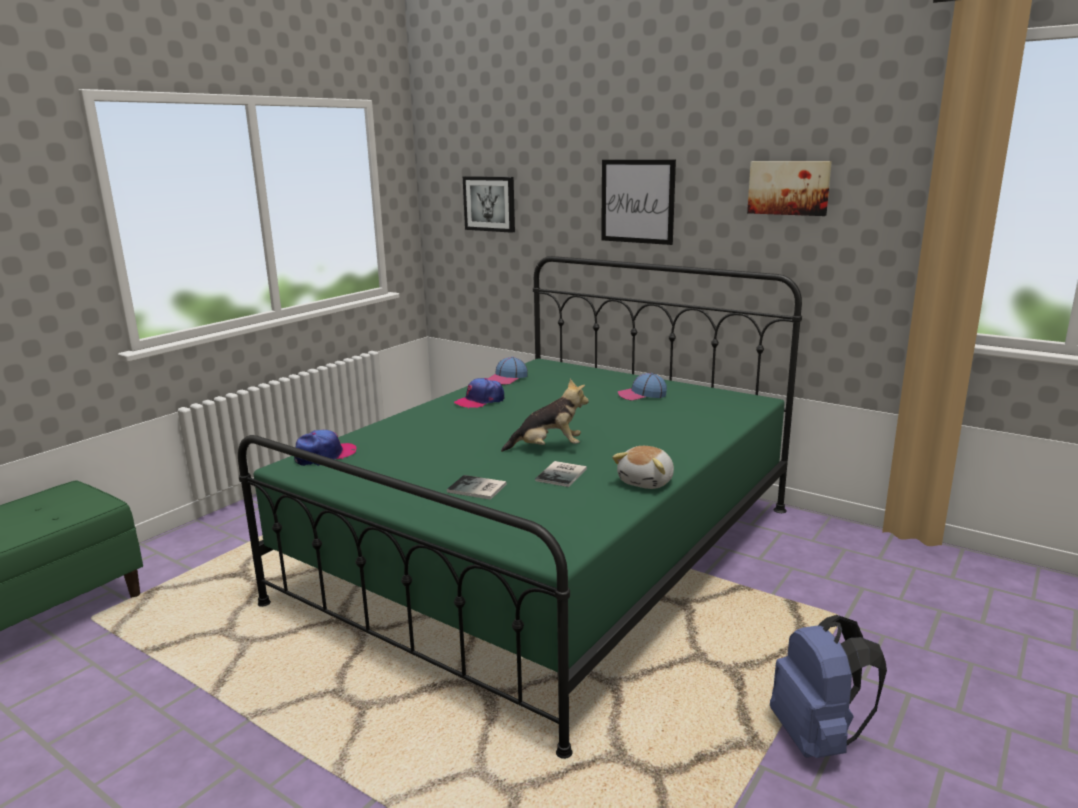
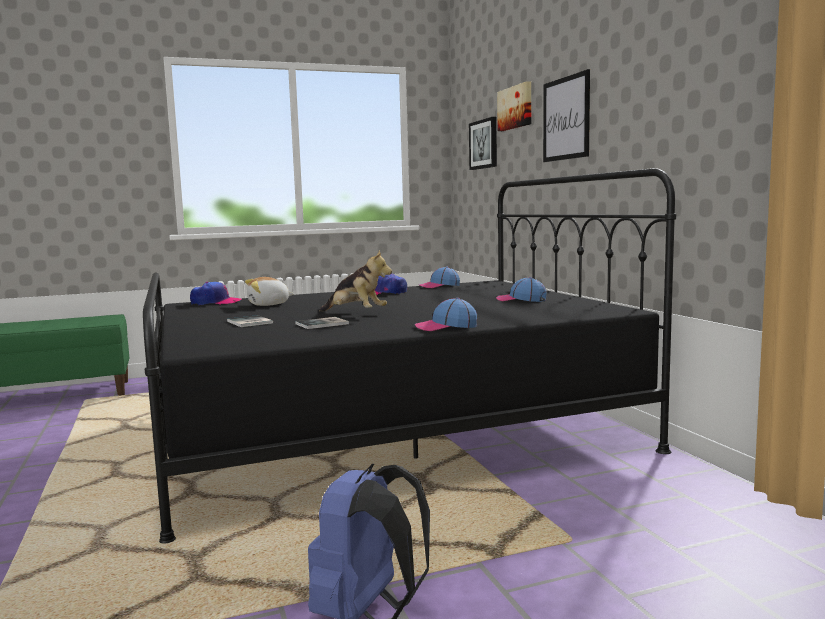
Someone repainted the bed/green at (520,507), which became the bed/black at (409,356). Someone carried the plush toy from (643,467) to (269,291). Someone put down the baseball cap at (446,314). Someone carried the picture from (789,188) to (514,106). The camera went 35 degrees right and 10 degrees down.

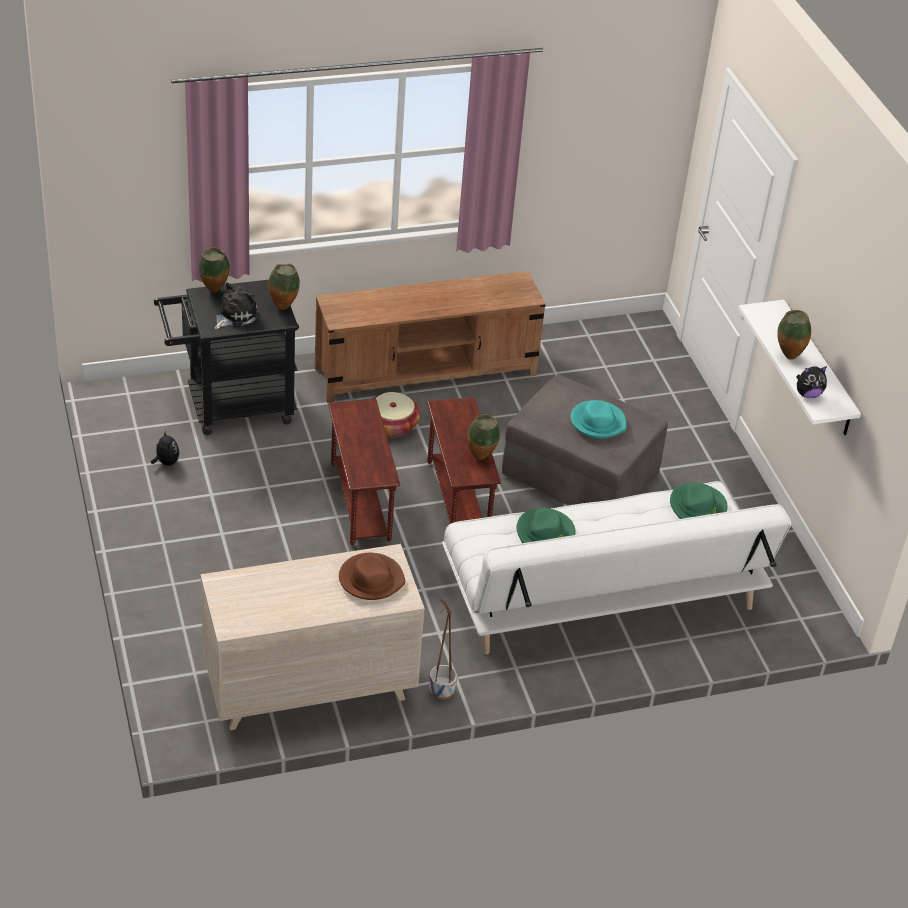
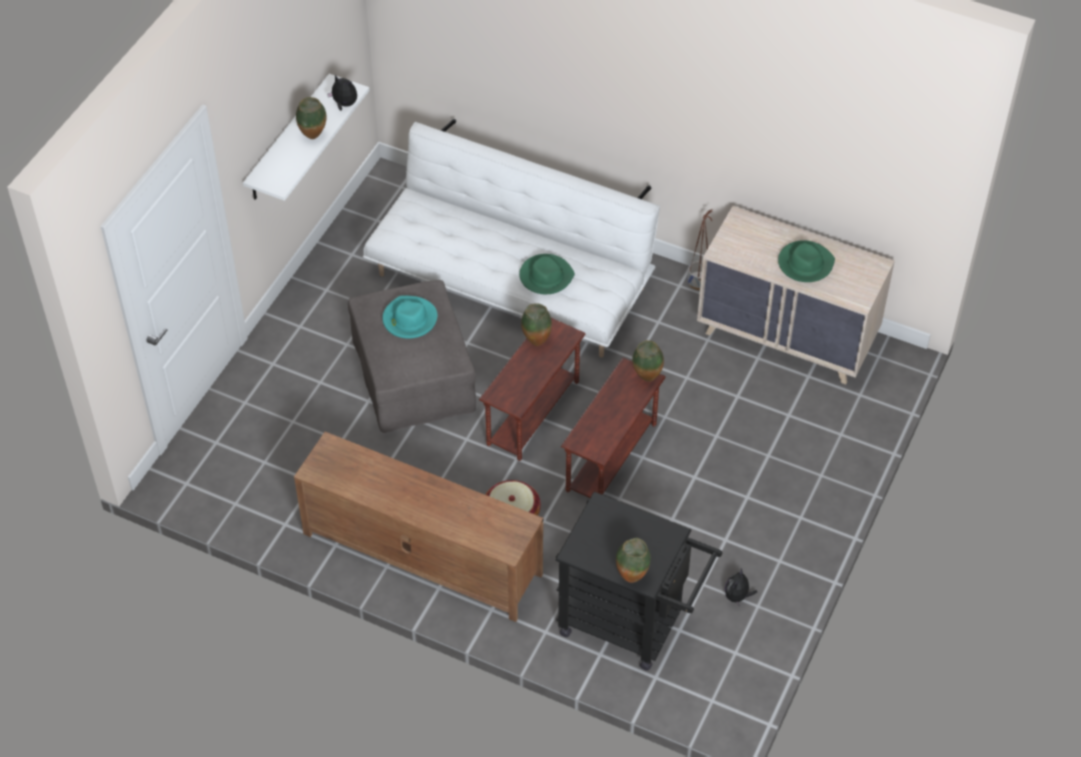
Someone carried the vase from (284,286) to (648,361). Someone carried the hat/green from (699,500) to (806,261). Someone took away the plush toy at (237,306). Someone took away the hat/brown at (372,576). The camera went 135 degrees left and 10 degrees up.

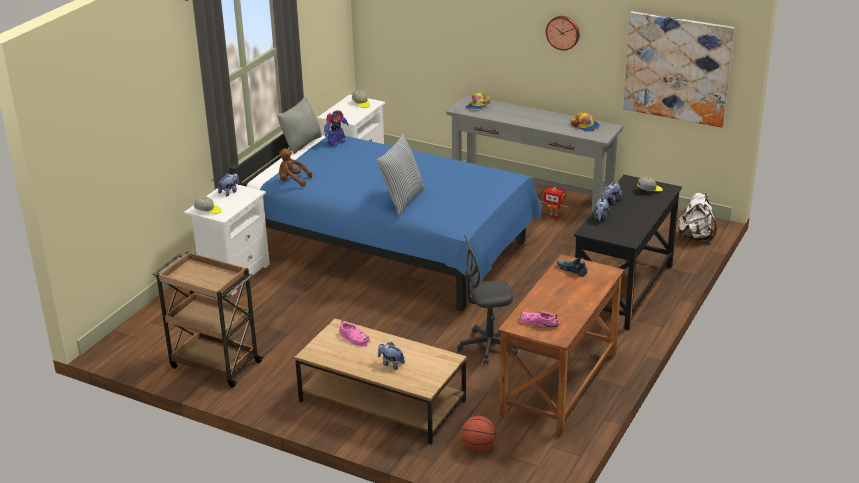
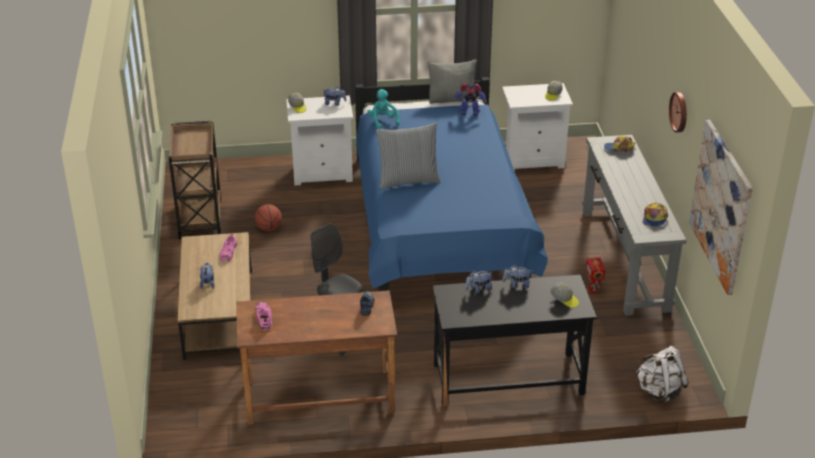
Someone carried the basketball from (478,433) to (268,217). Someone repainted the plush toy/brown at (295,167), which became the plush toy/blue-green at (383,109). The camera went 55 degrees right and 5 degrees up.

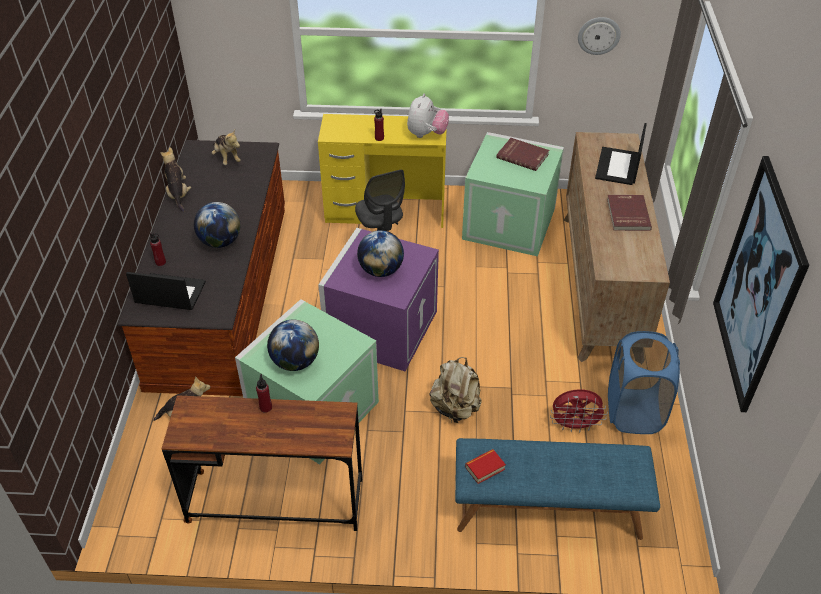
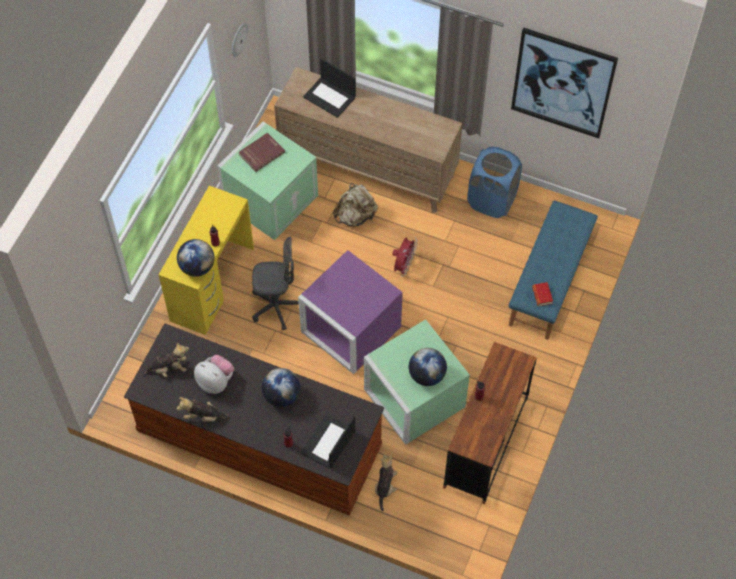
Someone carried the world globe from (380,253) to (195,258). Someone carried the plush toy from (428,116) to (214,374). Someone carried the rucksack/beige from (456,390) to (355,204). Someone carried the cooling fan/red-coloured from (579,411) to (405,257). Someone took away the book/red-coloured at (629,213). The camera went 70 degrees left and 15 degrees up.

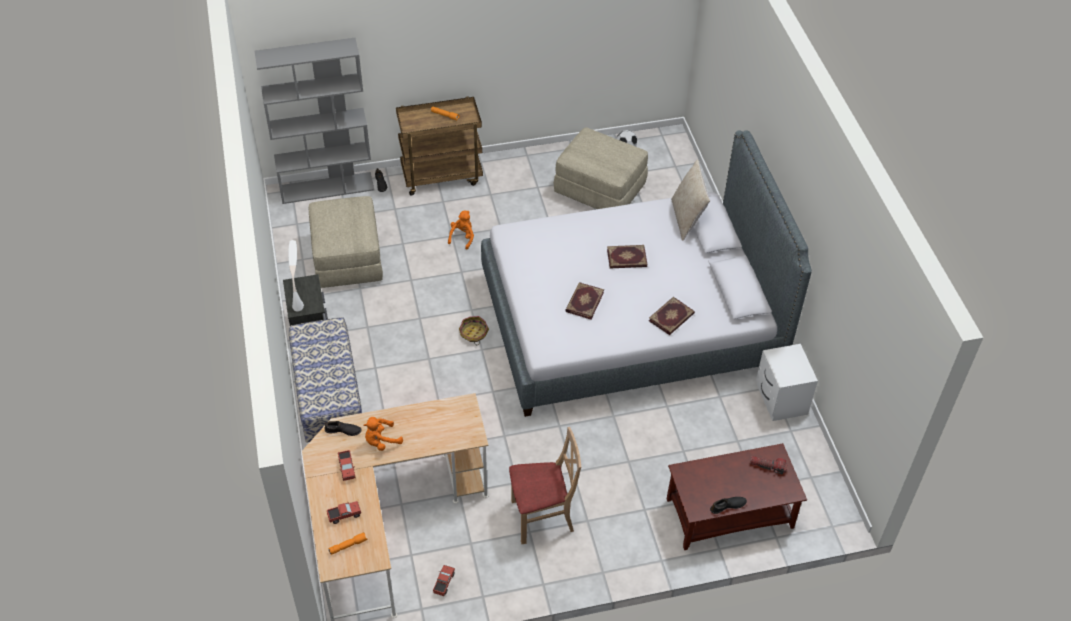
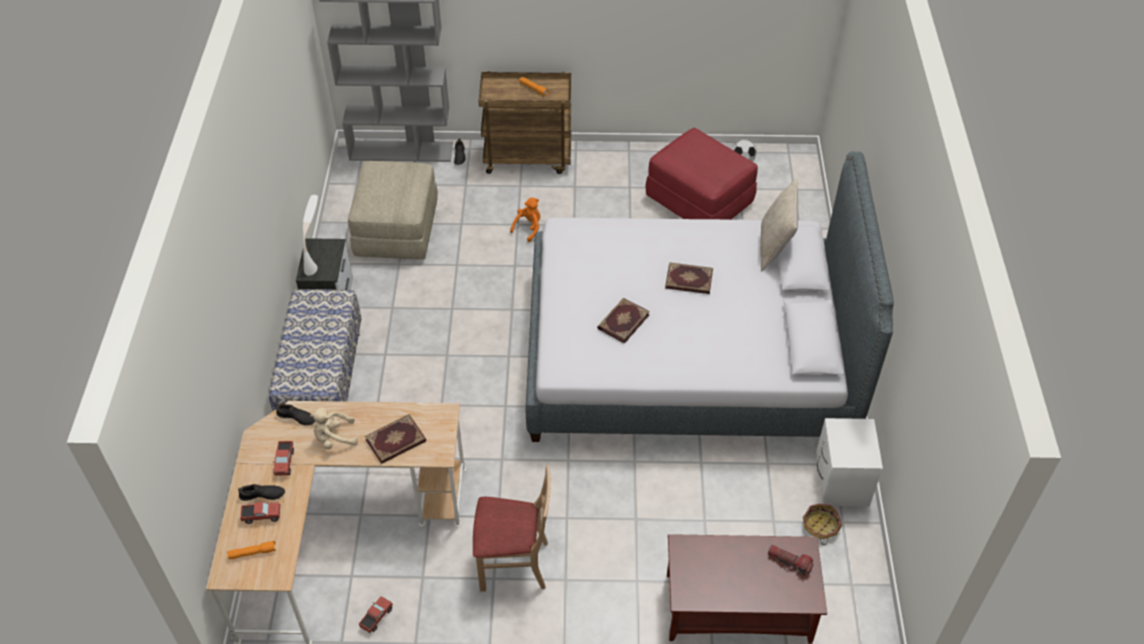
Someone carried the low shoe/black from (728,505) to (261,492). Someone repainted the plush toy/orange at (383,434), which became the plush toy/beige at (334,428). Someone carried the book from (672,316) to (395,439). Someone repainted the pouffe/beige at (601,168), which became the pouffe/red-coloured at (701,174). Someone carried the household basket from (474,330) to (822,524). The camera went 15 degrees right and 0 degrees up.

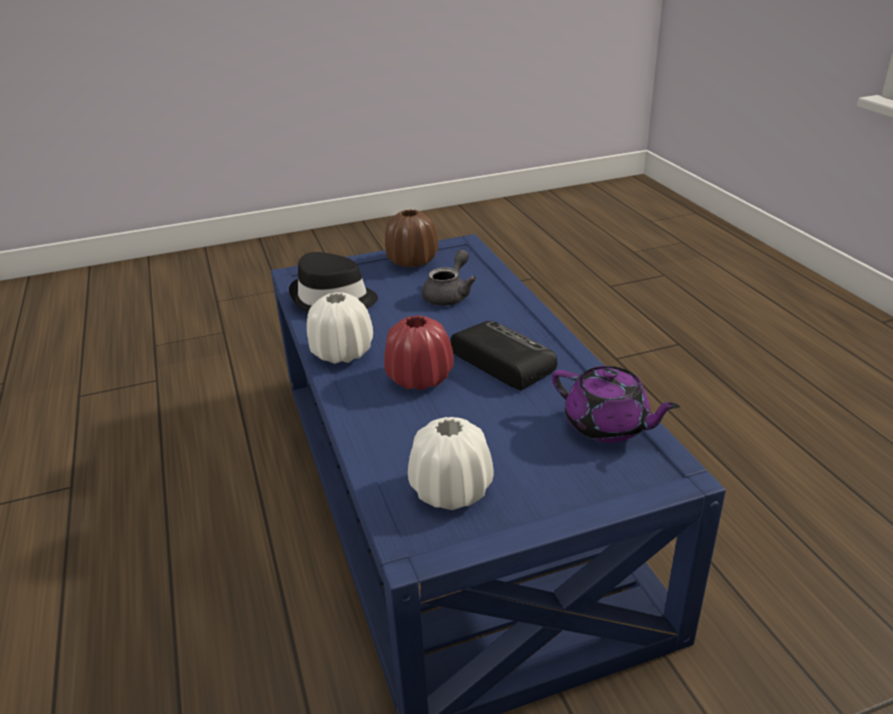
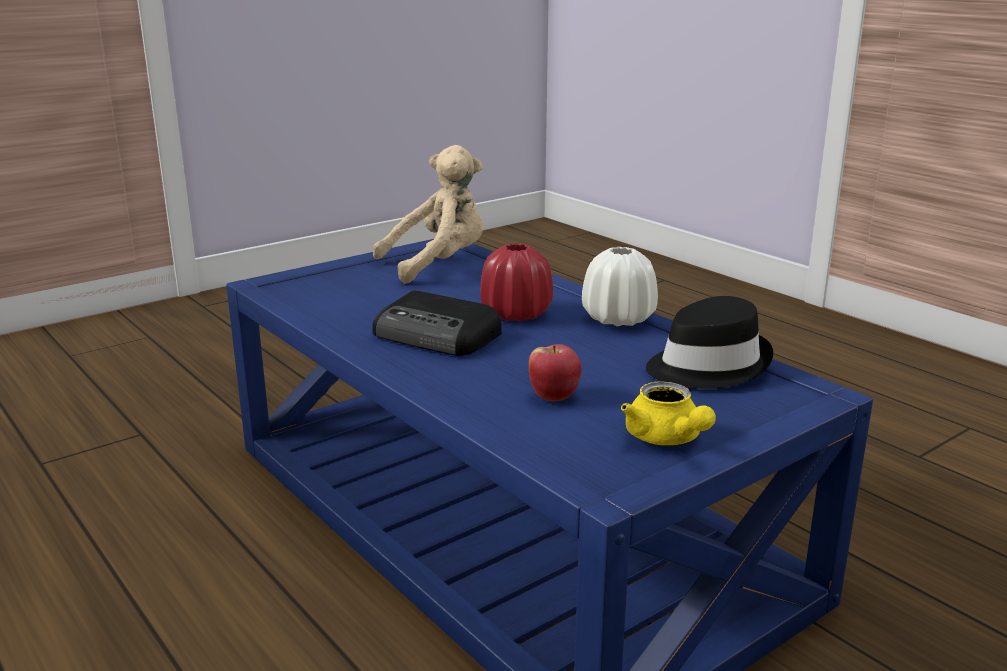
Someone swapped the vase/whitish at (450,463) for the plush toy/beige at (428,214). Someone swapped the teapot/gray at (449,278) for the apple fruit at (555,372). Someone swapped the vase/brown at (411,238) for the teapot/yellowish at (668,413). Someone took away the teapot/purple-coloured at (616,404). The camera went 160 degrees right and 10 degrees down.

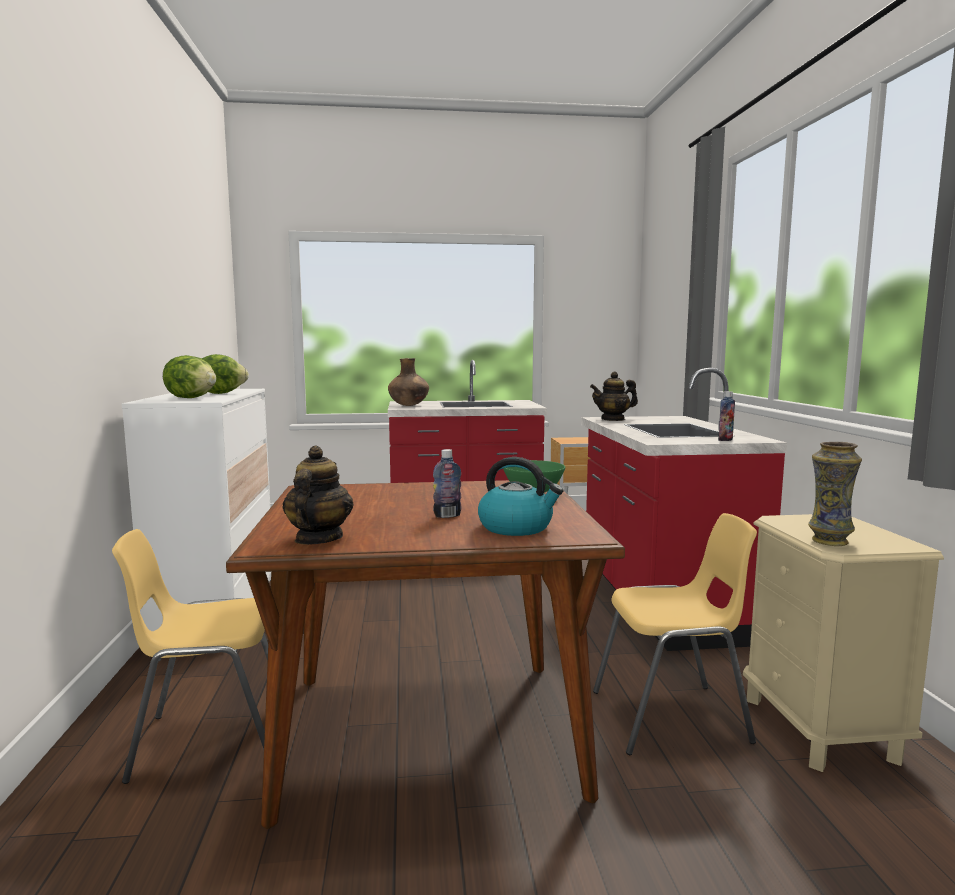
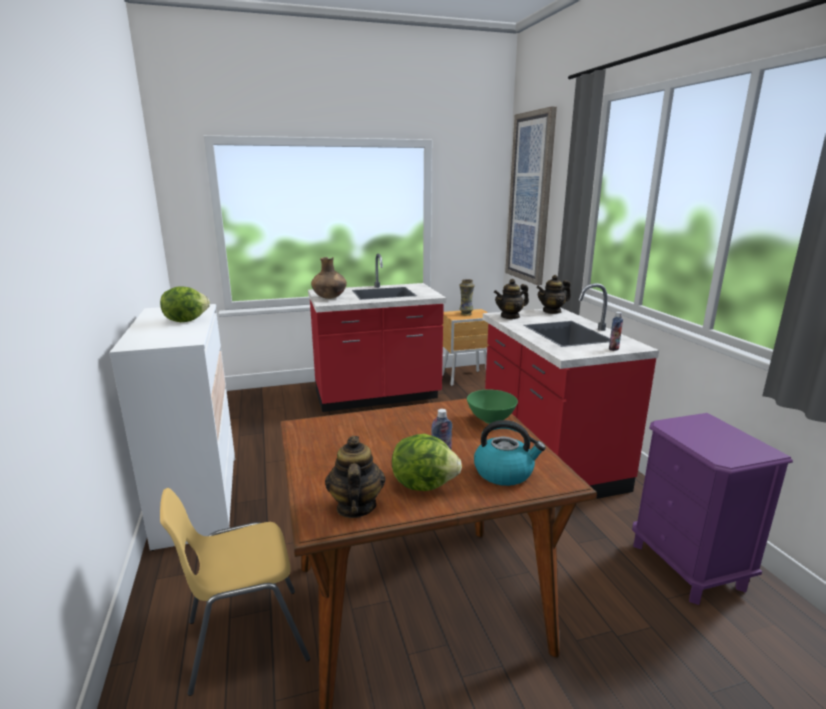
Someone carried the lettuce from (189,376) to (427,462). Someone carried the vase from (835,494) to (467,297). Someone put up the picture at (531,195). Someone put down the teapot at (553,294). Someone repainted the nightstand/beige at (843,643), which became the nightstand/purple-coloured at (712,509). Someone took away the chair/yellowish at (675,634). The camera went 10 degrees left and 10 degrees up.

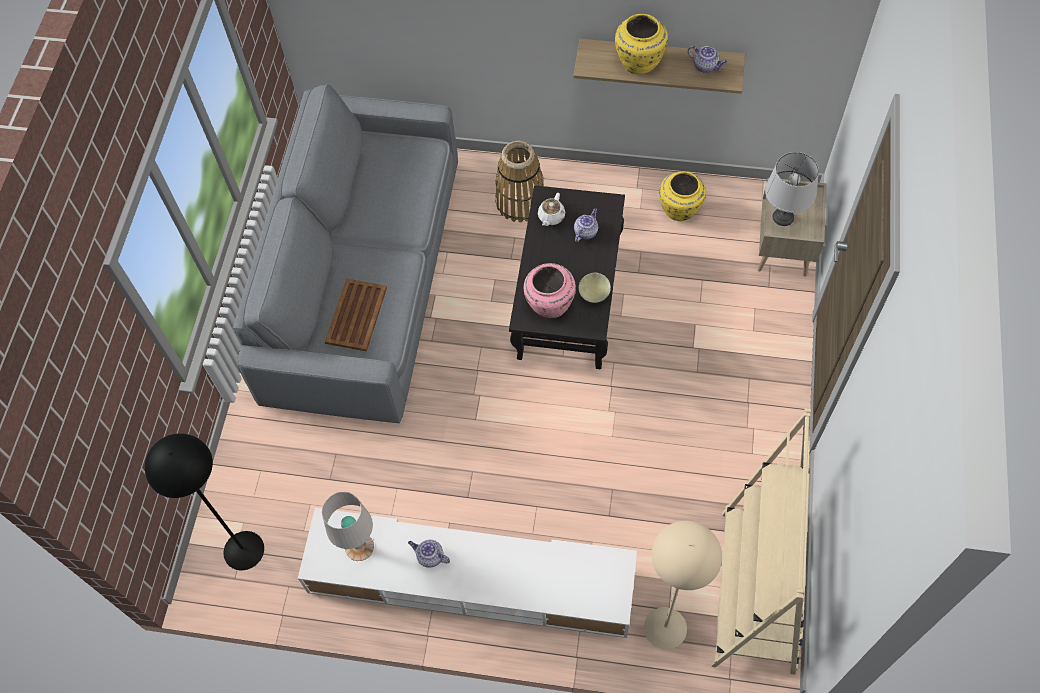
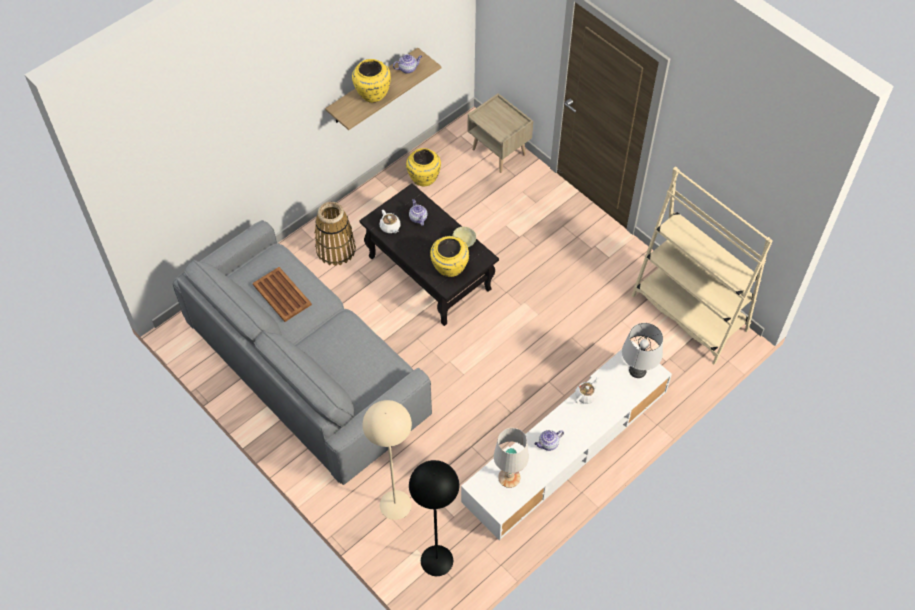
Someone carried the serving tray/brown from (356,315) to (282,294). Someone carried the standard lamp/beige from (683,585) to (387,460). Someone repainted the vase/pink-coloured at (550,290), which became the vase/yellowish at (449,256). Someone put down the teapot/whitish at (587,390). Someone carried the table lamp/gray from (792,189) to (642,350). The camera went 55 degrees left and 5 degrees down.

